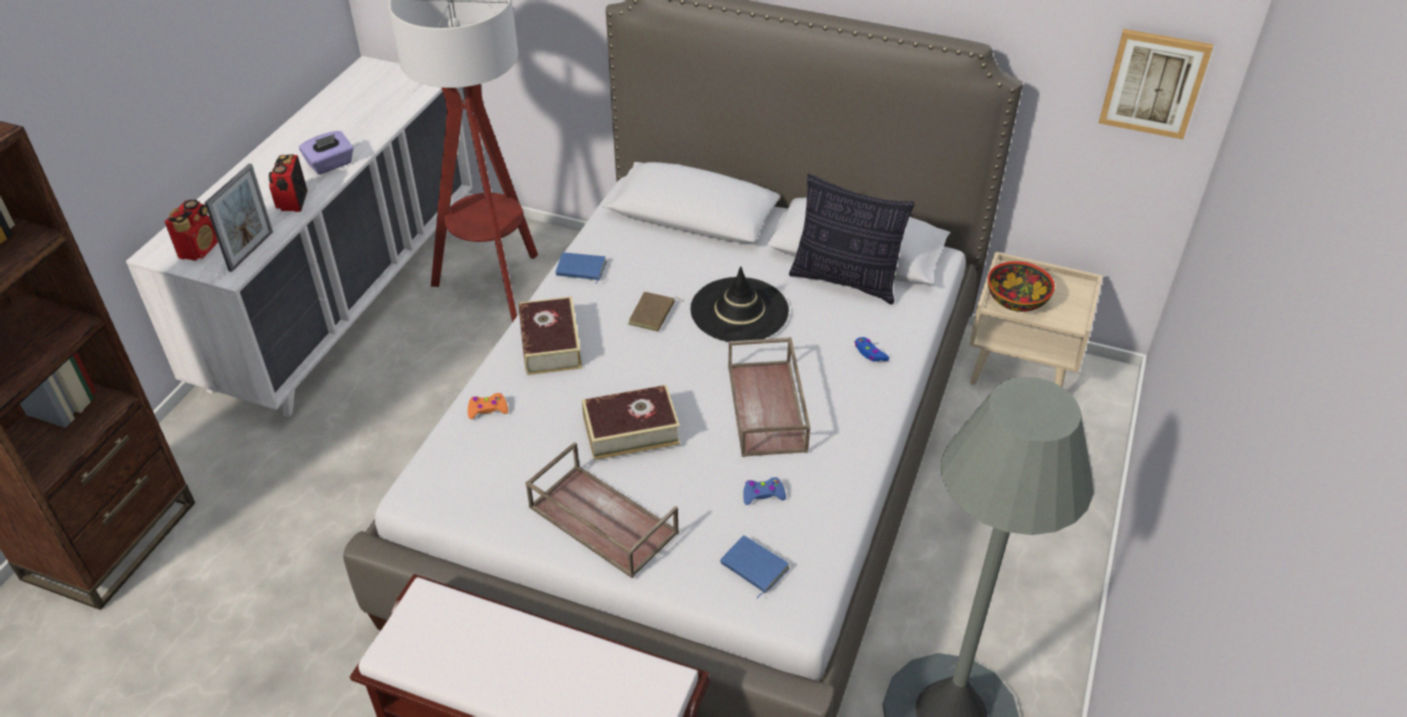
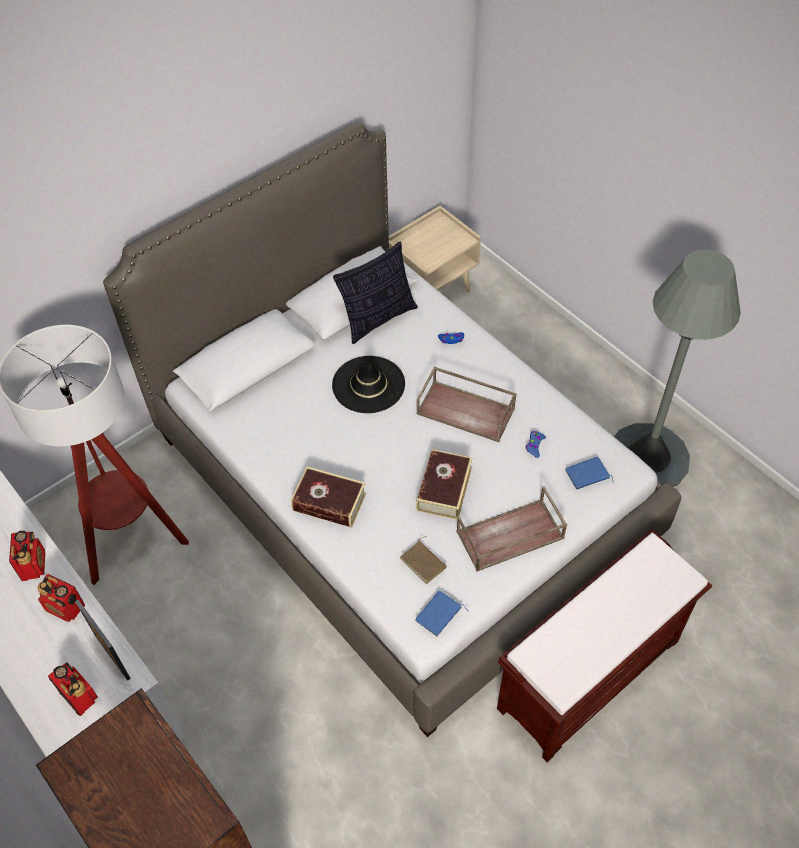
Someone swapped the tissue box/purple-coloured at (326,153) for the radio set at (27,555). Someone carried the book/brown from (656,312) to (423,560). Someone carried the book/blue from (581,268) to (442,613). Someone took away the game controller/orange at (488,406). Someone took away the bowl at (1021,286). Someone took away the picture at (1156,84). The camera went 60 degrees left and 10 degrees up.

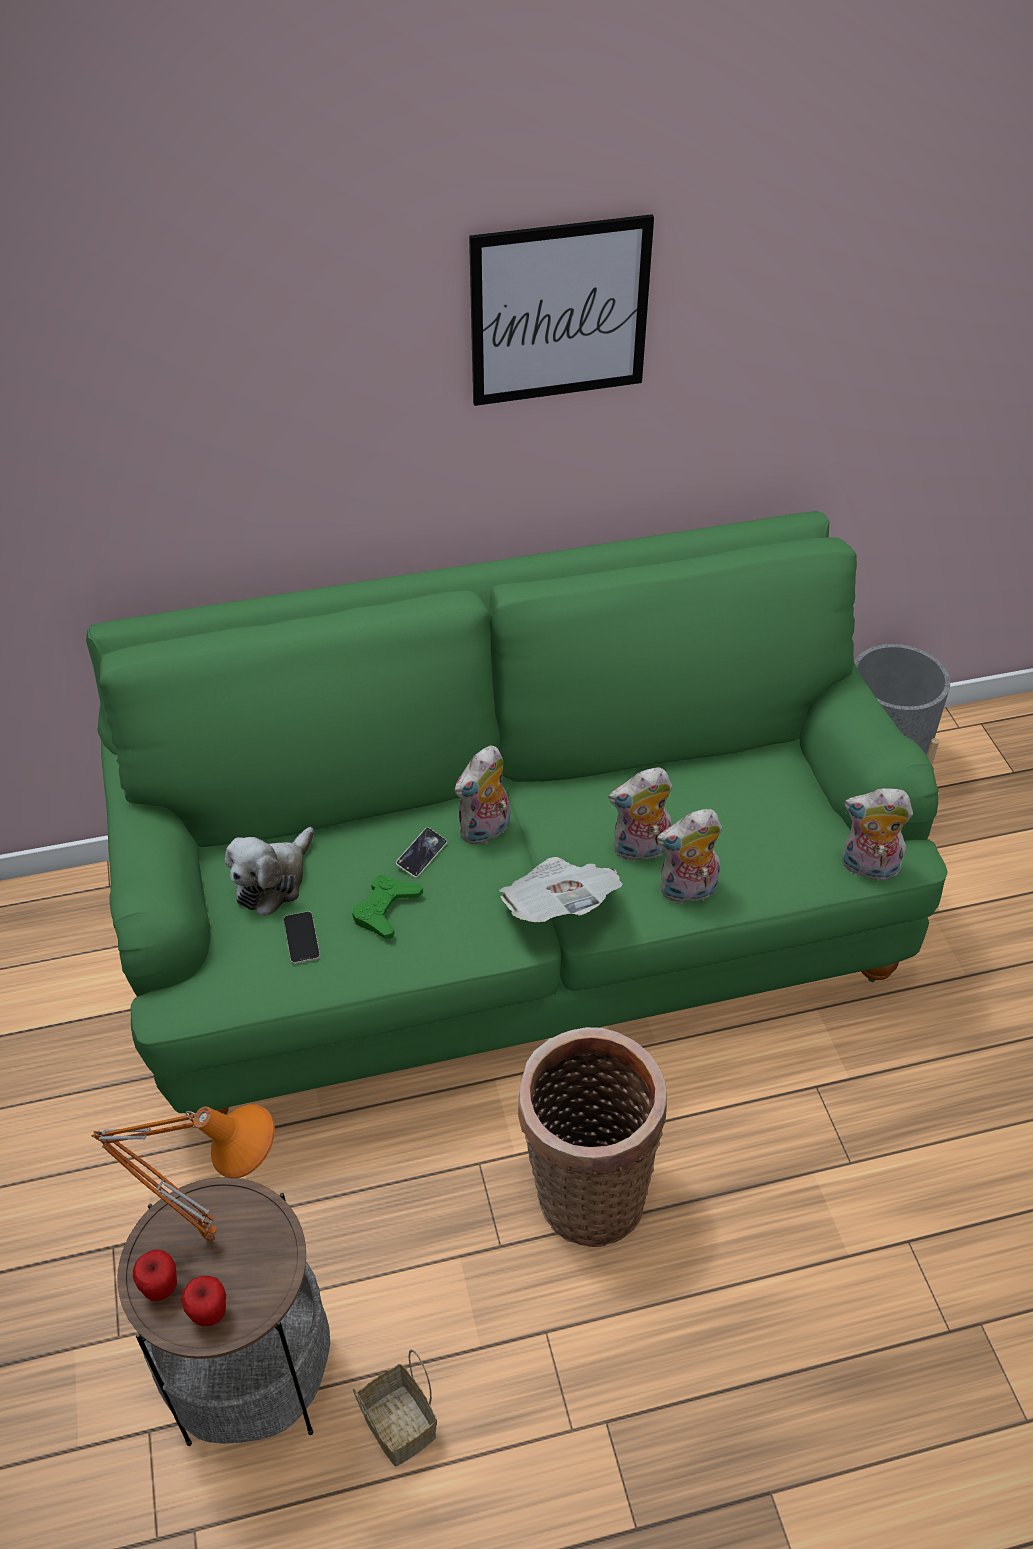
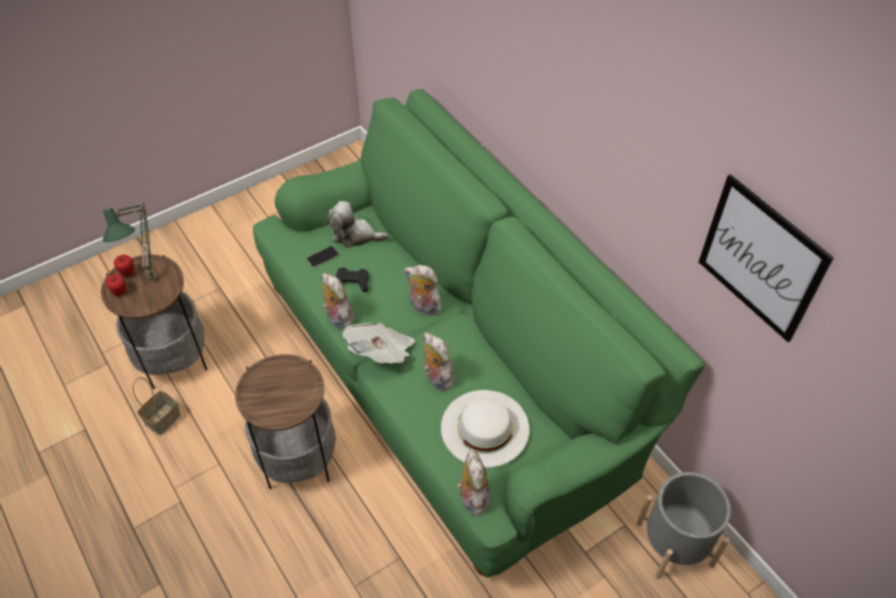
Someone repainted the table lamp/orange at (183,1173), which became the table lamp/green at (128,243). Someone swapped the household basket at (592,1137) for the end table at (285,421). Someone carried the plush toy from (689,856) to (337,301). Someone repainted the game controller/green at (387,907), which became the game controller/black at (352,279). Someone put down the hat/whitish at (485,429). Someone carried the picture from (561,310) to (766,258). Someone took away the phone at (421,852). The camera went 70 degrees right and 5 degrees up.

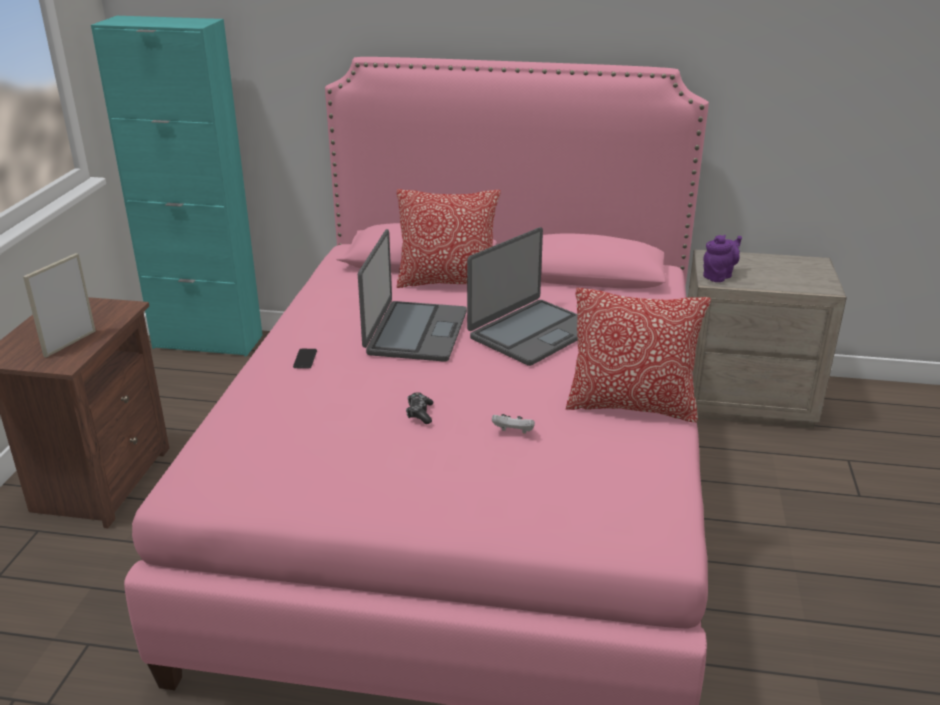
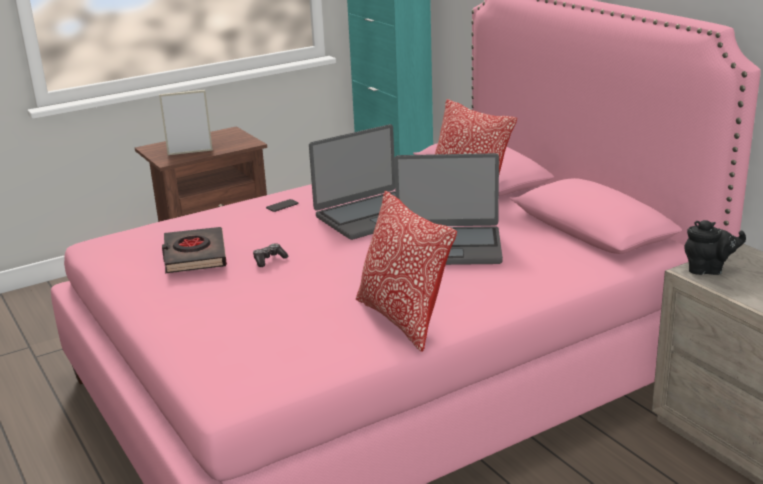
Someone put down the book/black at (194,250). Someone repainted the teapot/purple-coloured at (722,258), which became the teapot/black at (715,247). Someone took away the game controller/whitish at (513,424). The camera went 50 degrees right and 5 degrees down.

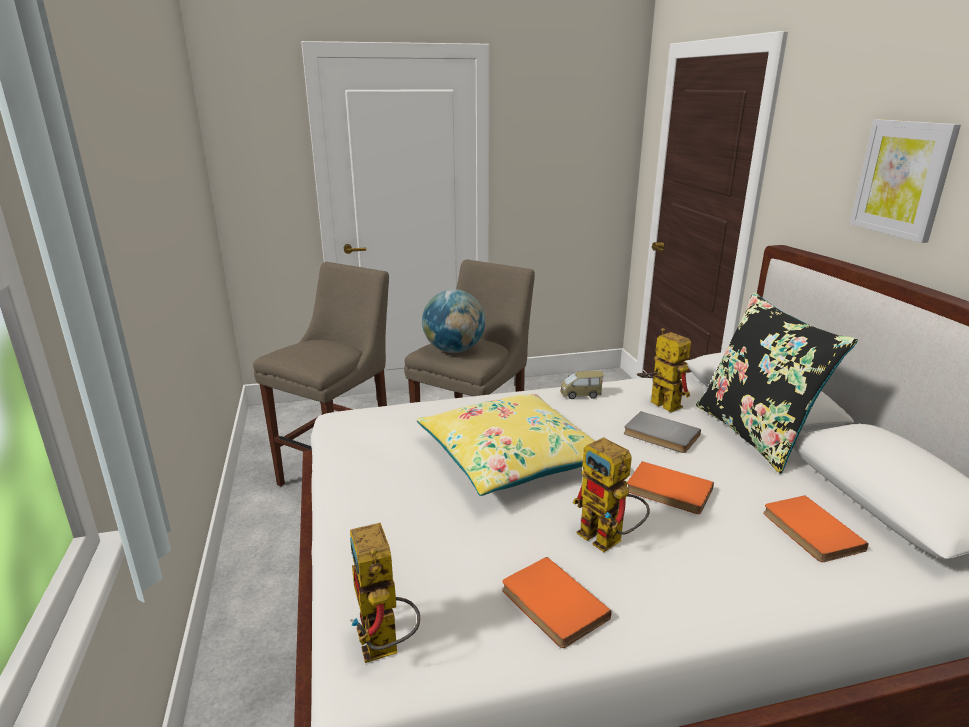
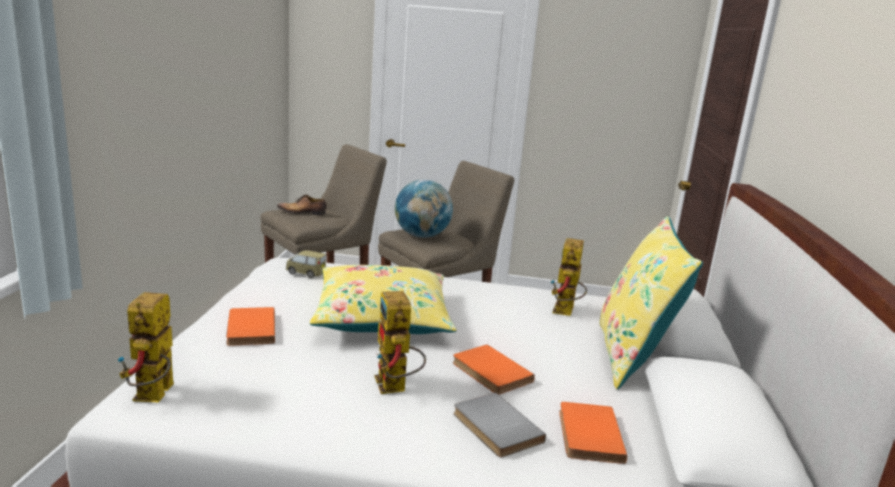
Someone carried the book/orange from (556,602) to (250,326). Someone put down the low shoe at (301,205). Someone carried the miniature car from (582,385) to (306,264). Someone carried the book/gray from (662,432) to (500,425). Someone rotated the toy robot at (664,370) by 150 degrees counterclockwise. Someone repainted the pillow/black at (777,383), which became the pillow/yellowish at (651,303). Someone took away the picture at (905,181). The camera went 20 degrees right and 5 degrees down.

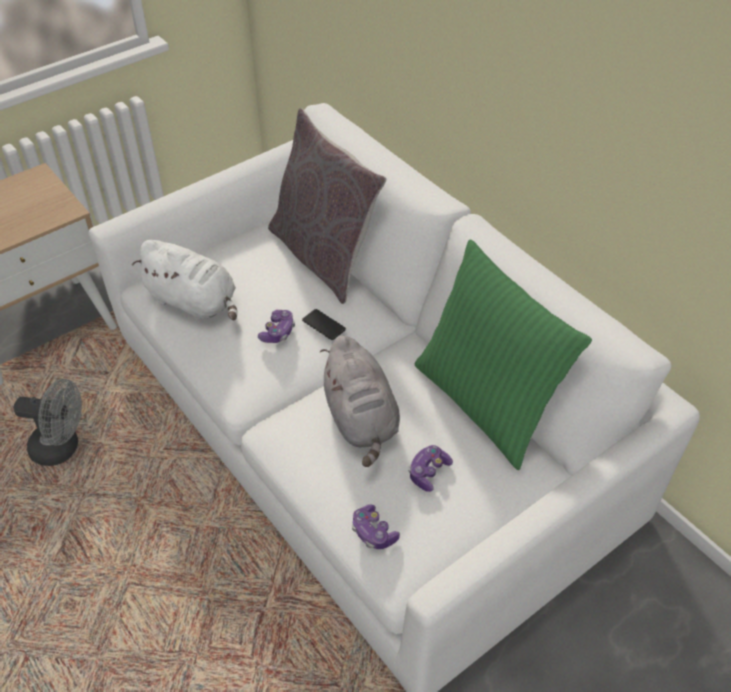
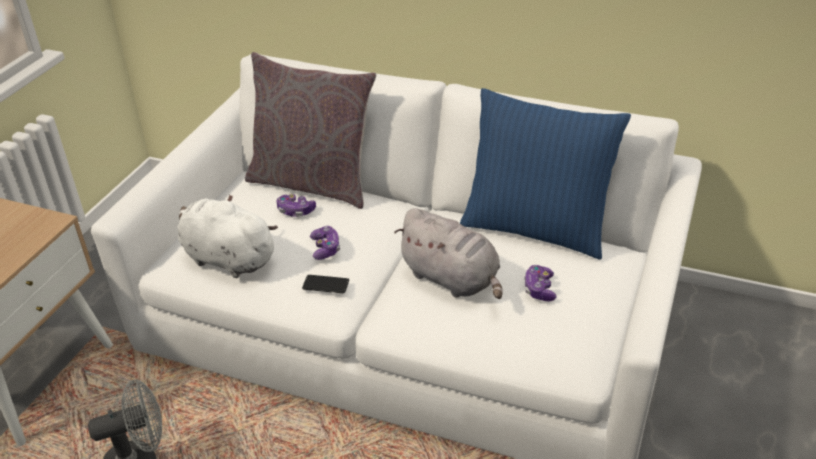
Someone rotated the plush toy/whitish at (184,280) by 150 degrees counterclockwise. Someone carried the game controller from (376,526) to (296,205). Someone carried the phone from (324,324) to (325,284). Someone repainted the pillow/green at (503,354), which became the pillow/blue at (545,174). The camera went 30 degrees left and 10 degrees down.

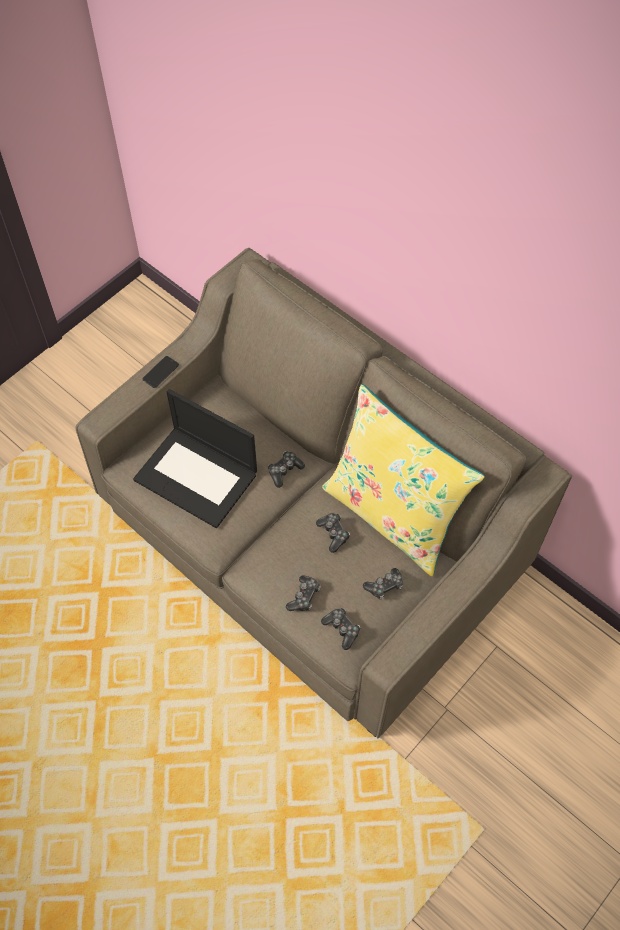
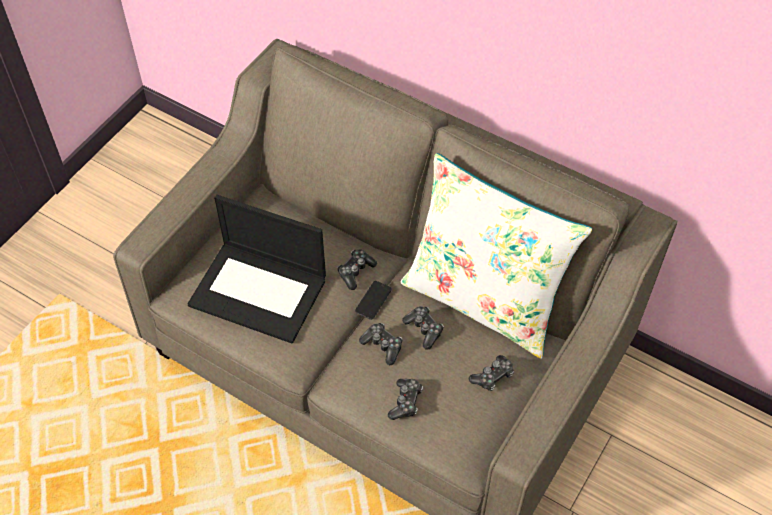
Someone carried the phone from (160,372) to (373,300). Someone carried the game controller from (340,629) to (381,344). Someone repainted the pillow/yellowish at (403,480), which became the pillow/whitish at (496,256). The camera went 10 degrees left and 5 degrees down.

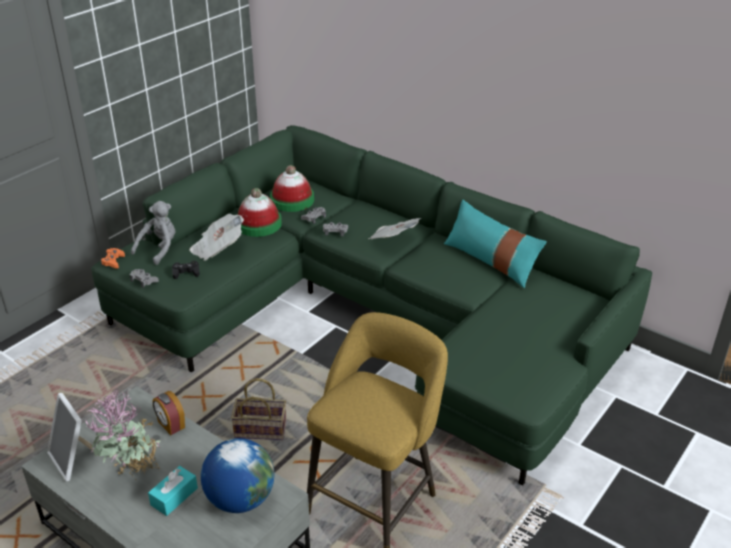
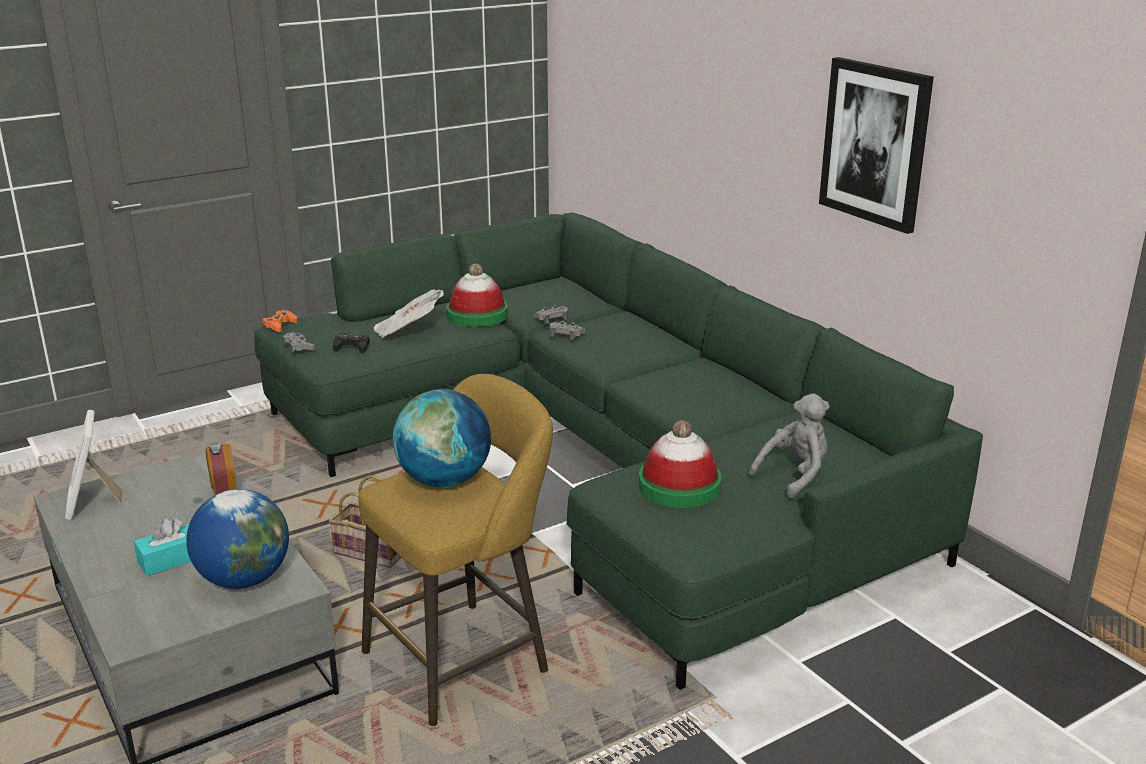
Someone put down the world globe at (442,438). Someone carried the hat from (292,188) to (680,464). Someone carried the plush toy/gray from (153,233) to (789,446). Someone put up the picture at (876,145). Someone took away the plant in a pot at (123,435). Someone took away the daily paper at (394,228). Someone took away the pillow/blue-green at (495,244). The camera went 20 degrees right and 10 degrees down.

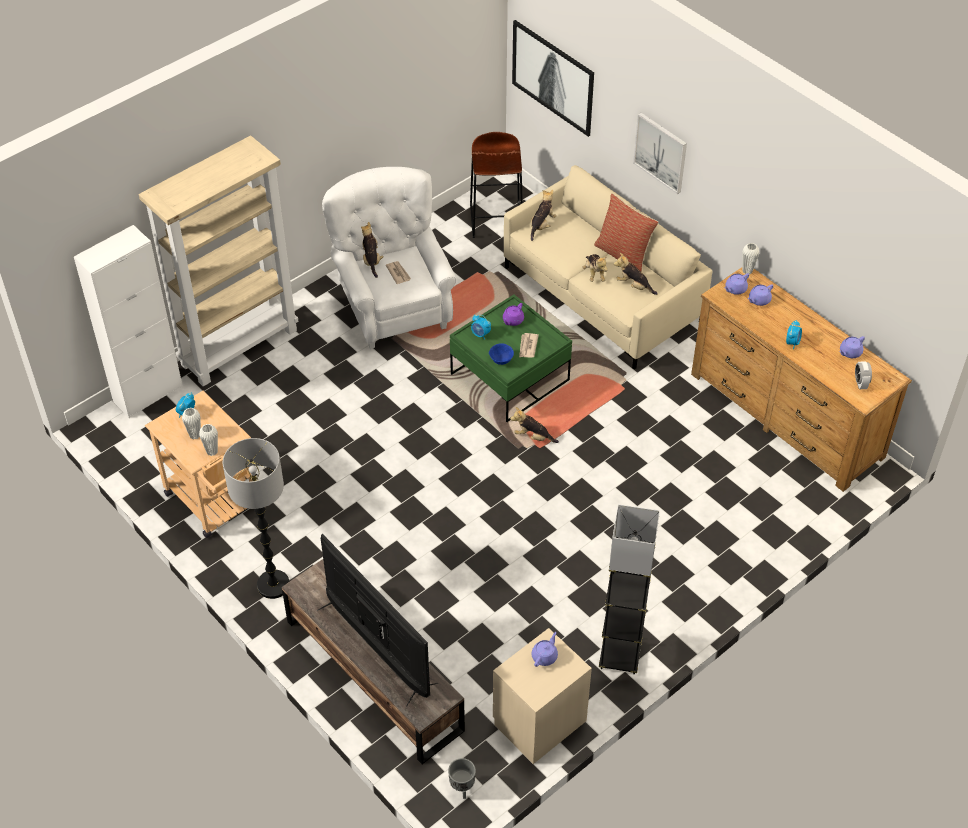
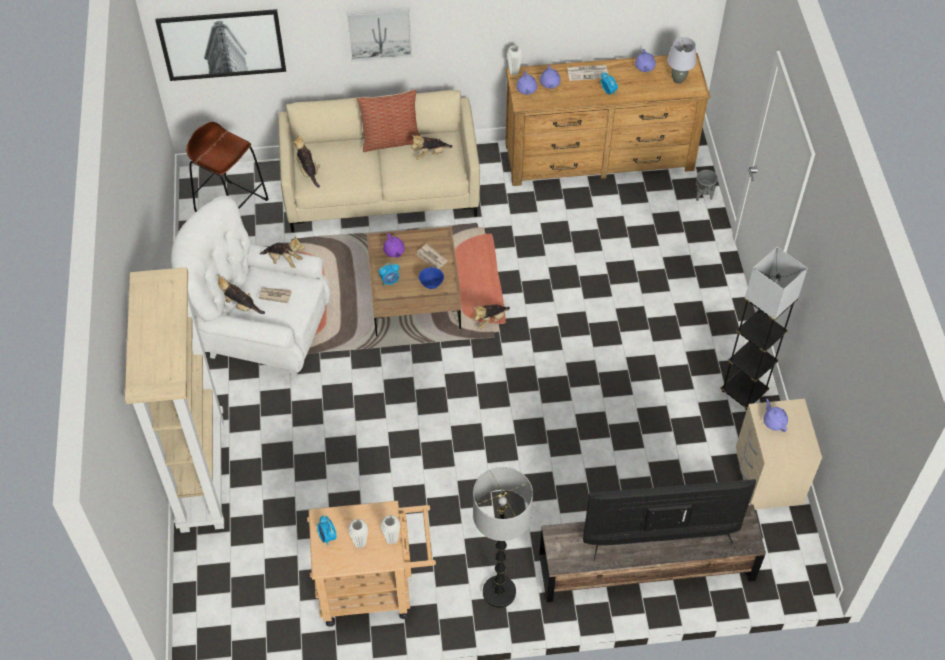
Someone carried the plush toy from (594,268) to (282,252). Someone repainted the lounge table/green at (511,358), which became the lounge table/brown at (414,281). Someone put down the daily paper at (587,73). Someone swapped the bedside clock at (863,375) for the table lamp/gray at (681,60). Someone carried the plant pot/gray from (462,778) to (706,185). Someone took away the cabinet/whitish at (128,321). The camera went 55 degrees left and 5 degrees up.

